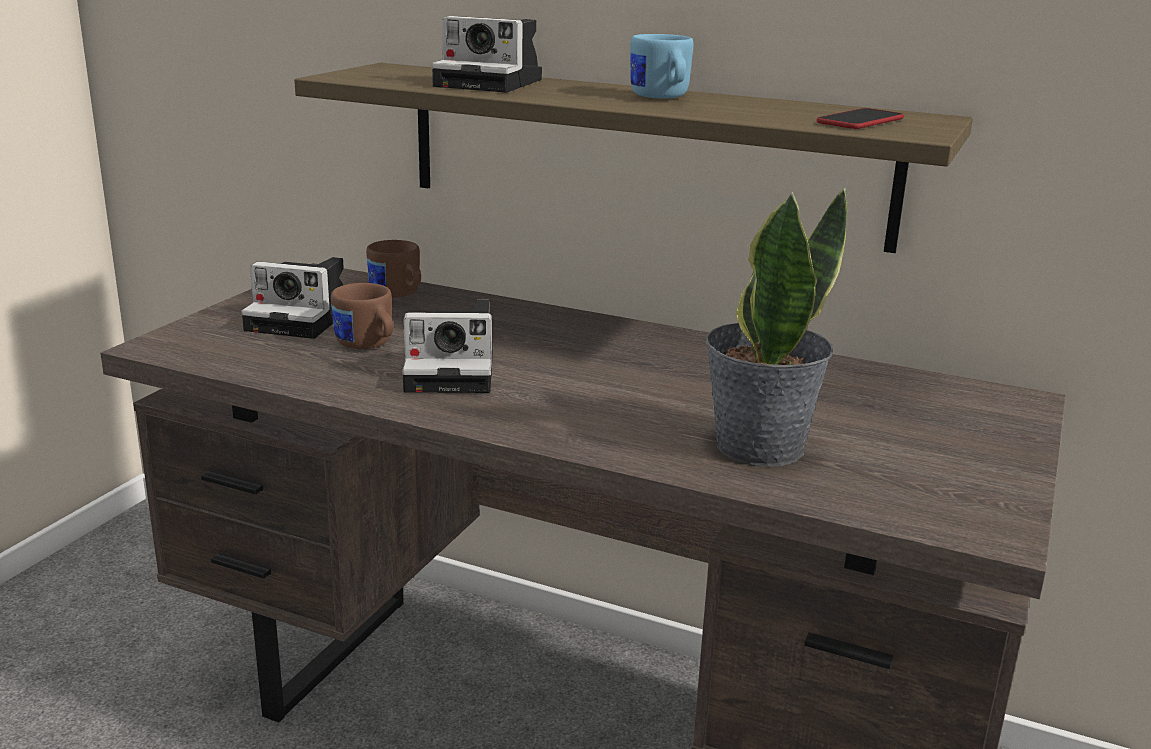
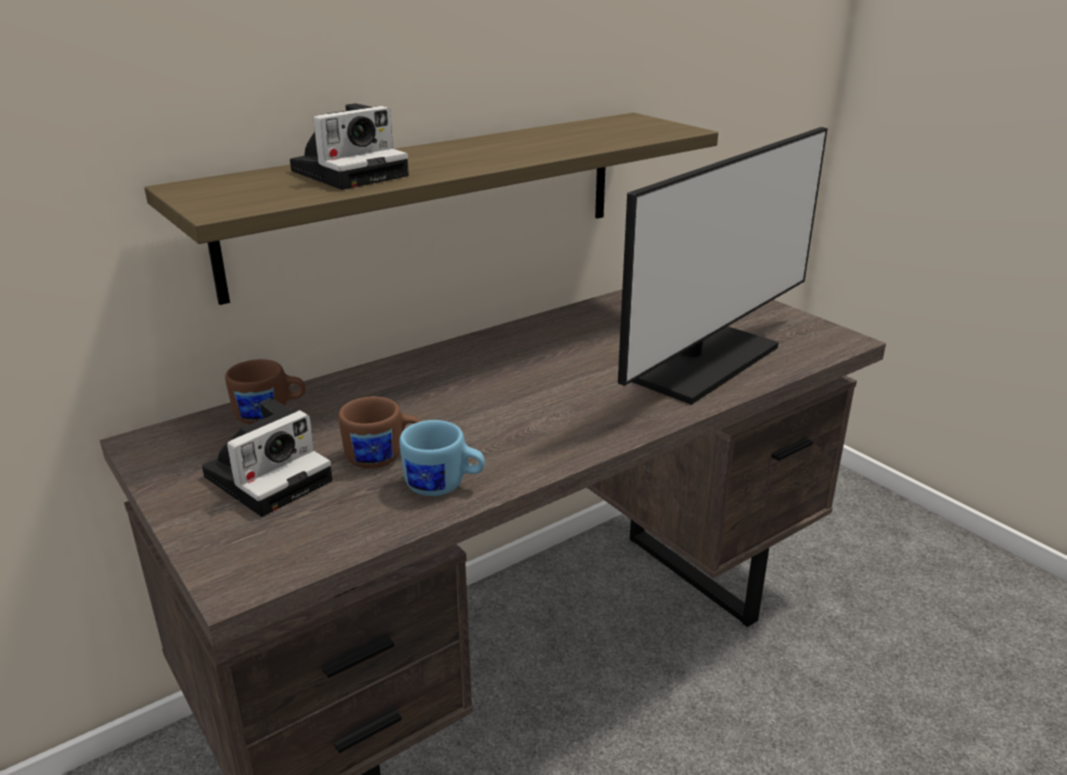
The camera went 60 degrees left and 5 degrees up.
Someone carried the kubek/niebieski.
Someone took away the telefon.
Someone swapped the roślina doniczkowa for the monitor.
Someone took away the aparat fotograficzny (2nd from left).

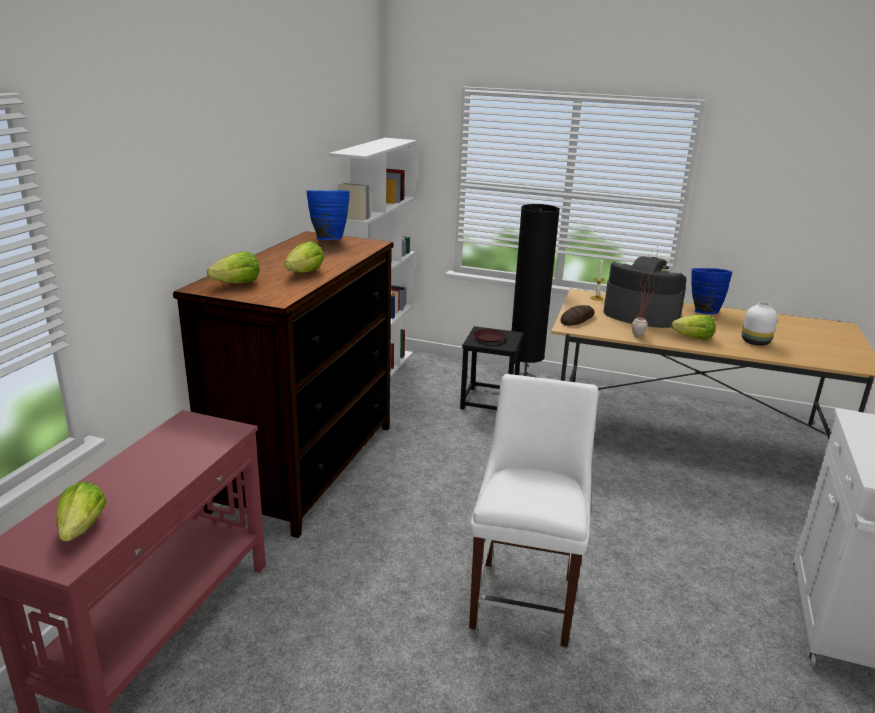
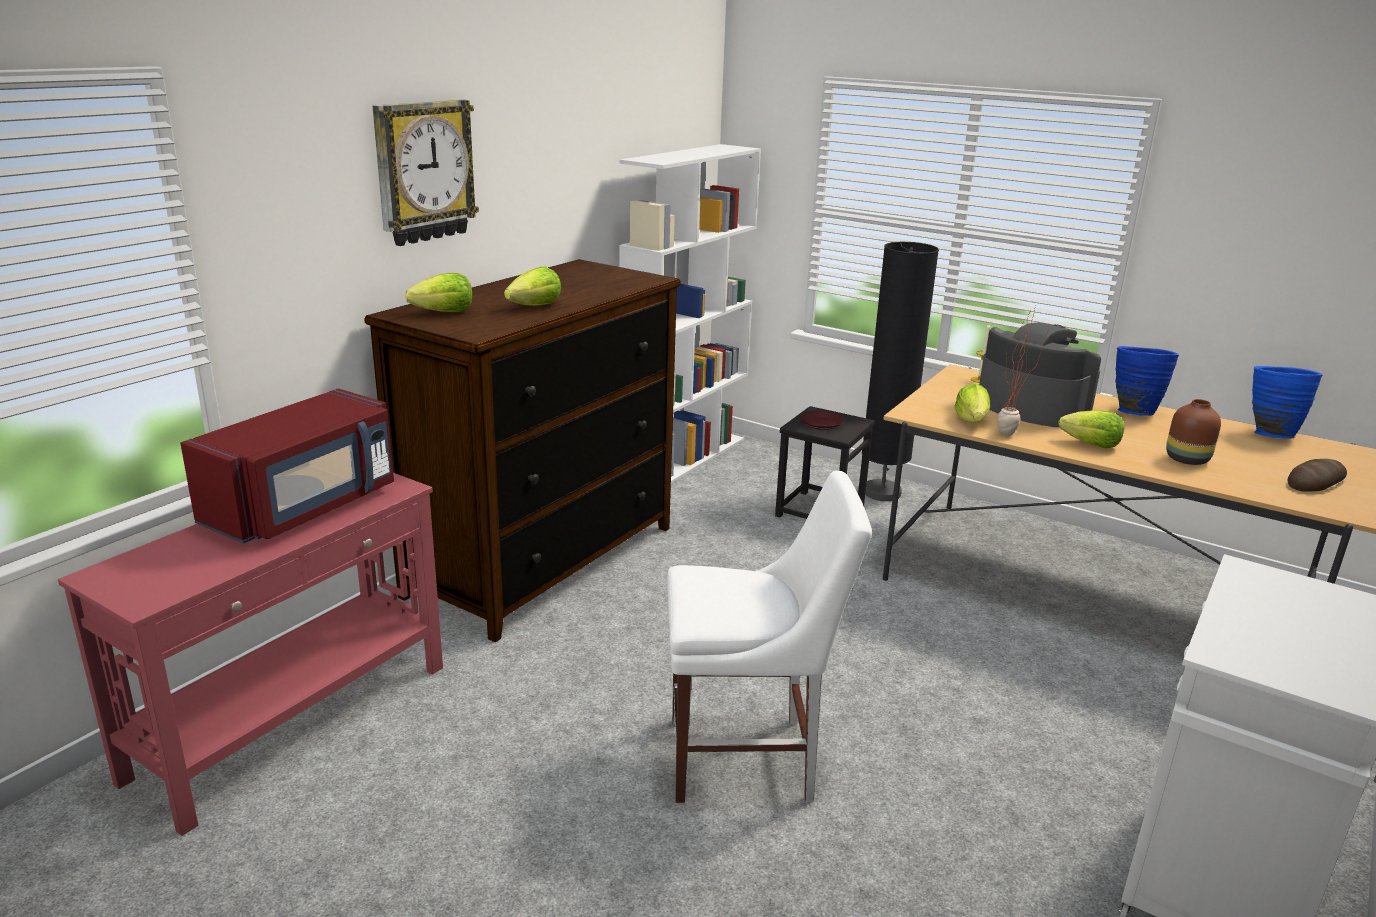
The camera went 15 degrees right and 0 degrees up.
Someone carried the wazon/niebieski (1st from left in the first image).
Someone repainted the wazon/biały, which became the wazon/brązowy.
Someone carried the chleb.
Someone rotated the krzesło/biały by 60 degrees clockwise.
Someone carried the sałata (1st from left in the first image).
Someone put up the zegar ścienny.
Someone put down the mikrofalówka/czerwony.

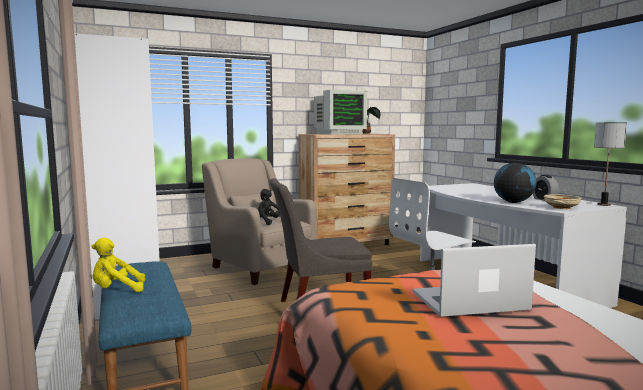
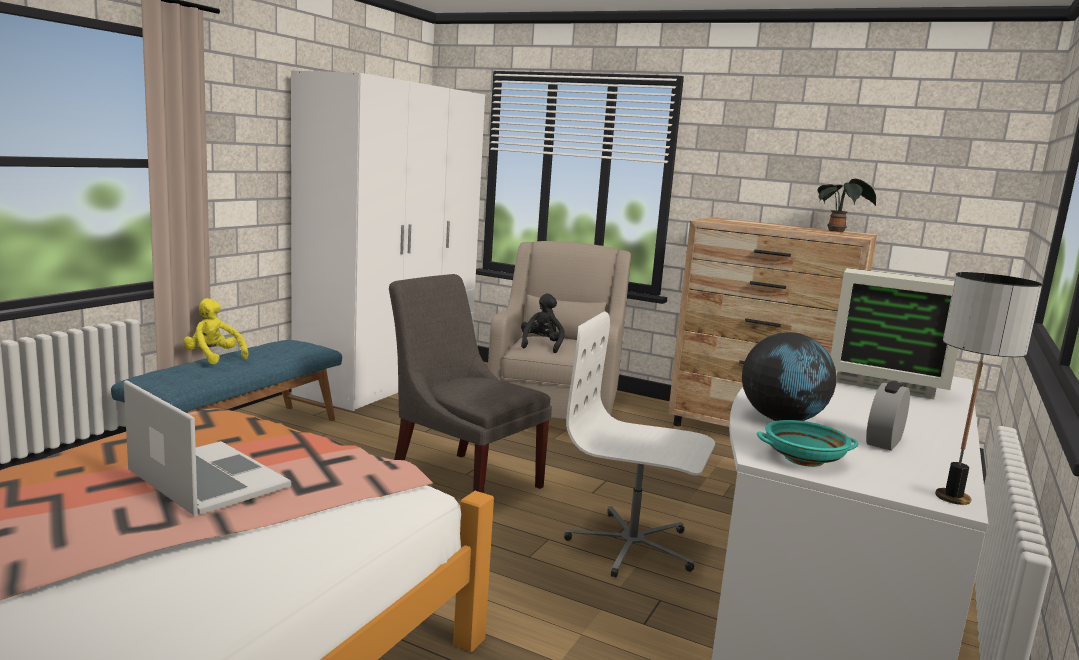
The camera went 50 degrees right and 5 degrees up.
Someone carried the monitor.
Someone repainted the miska/beżowy, which became the miska/turkusowy.

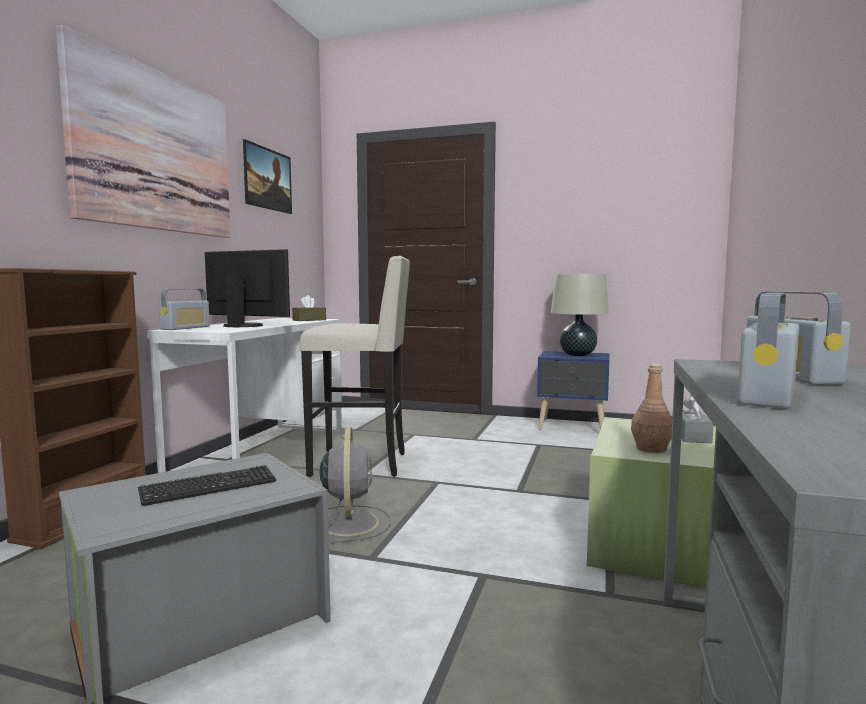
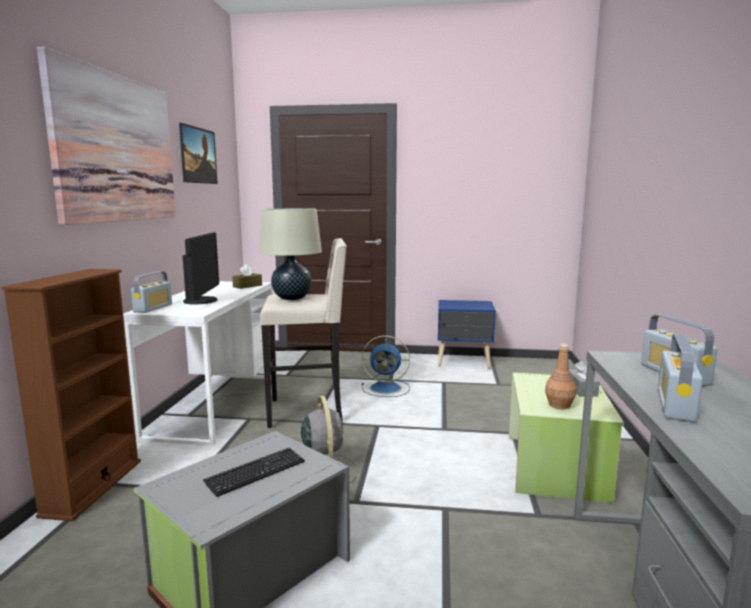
The camera went 10 degrees left and 5 degrees up.
Someone rotated the monitor by 75 degrees clockwise.
Someone carried the lampa stołowa/beżowy.
Someone put down the wentylator/niebieski.

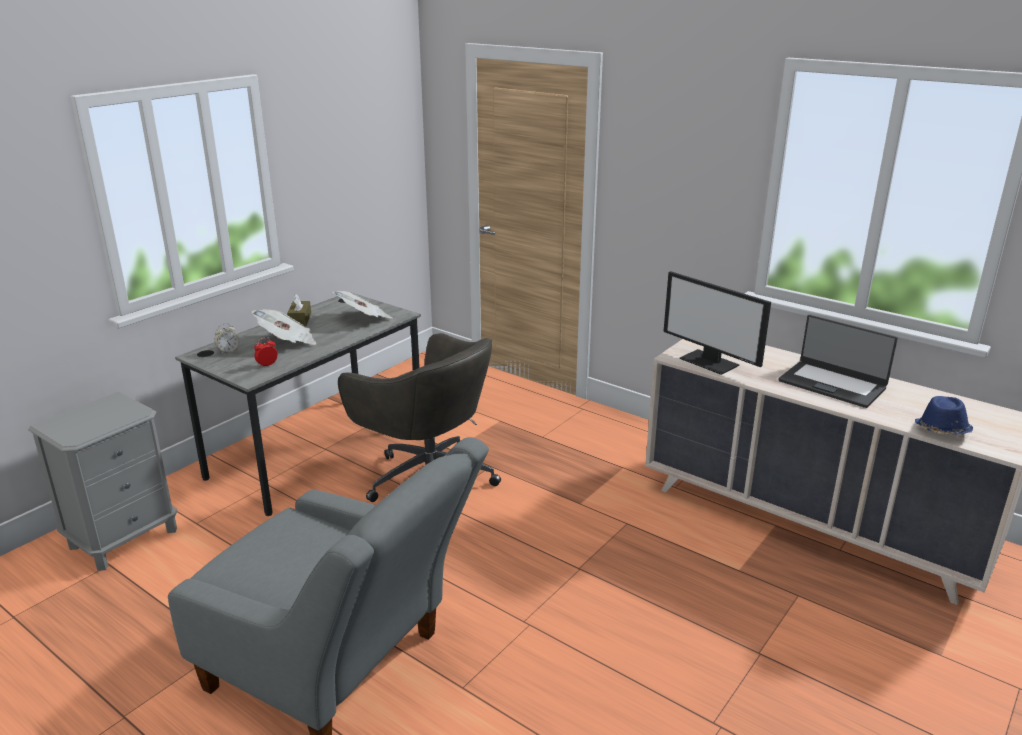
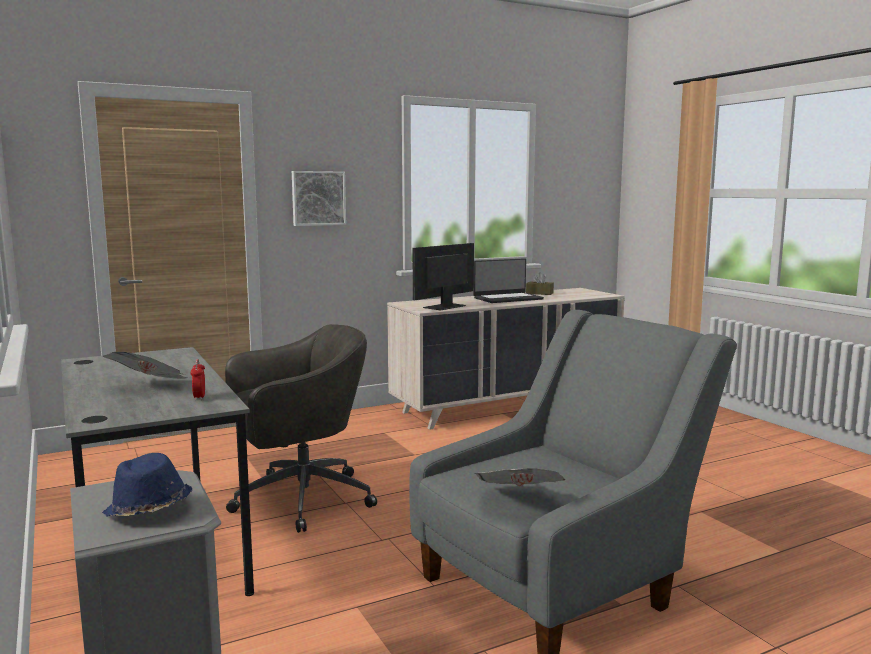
The camera went 65 degrees left and 15 degrees down.
Someone rotated the monitor by 150 degrees clockwise.
Someone carried the gazeta (2nd from left).
Someone carried the pudełko chusteczek/brązowy.
Someone took away the budzik (1st from left).
Someone carried the kapelusz/niebieski.
Someone put up the obraz.

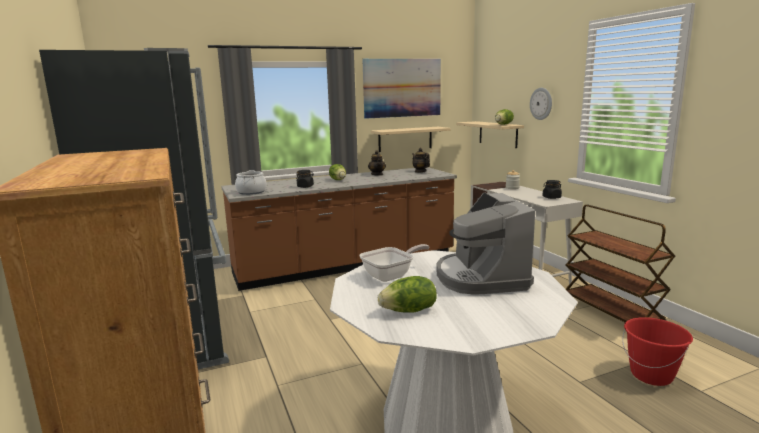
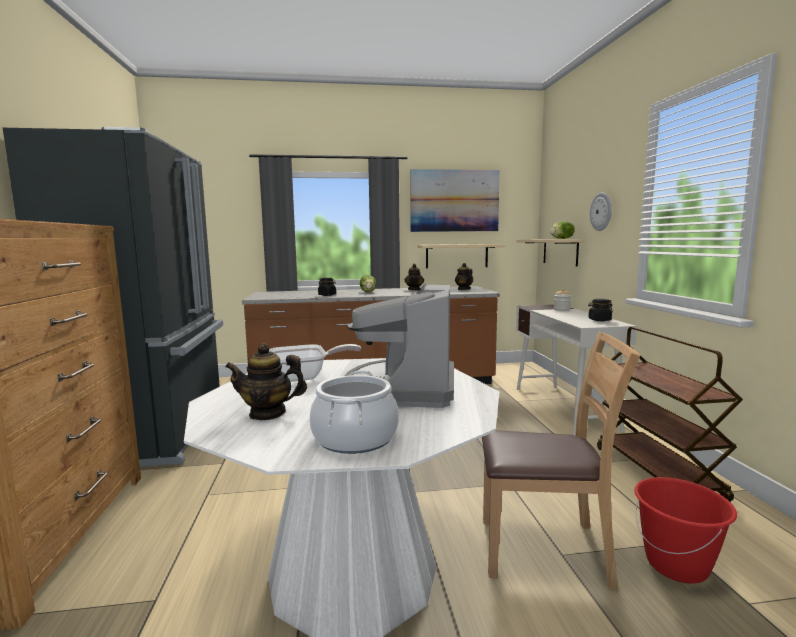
The camera went 15 degrees right and 5 degrees down.
Someone carried the garnek.
Someone swapped the sałata (2nd from left) for the imbryk (1st from left).
Someone put down the krzesło/brązowy.

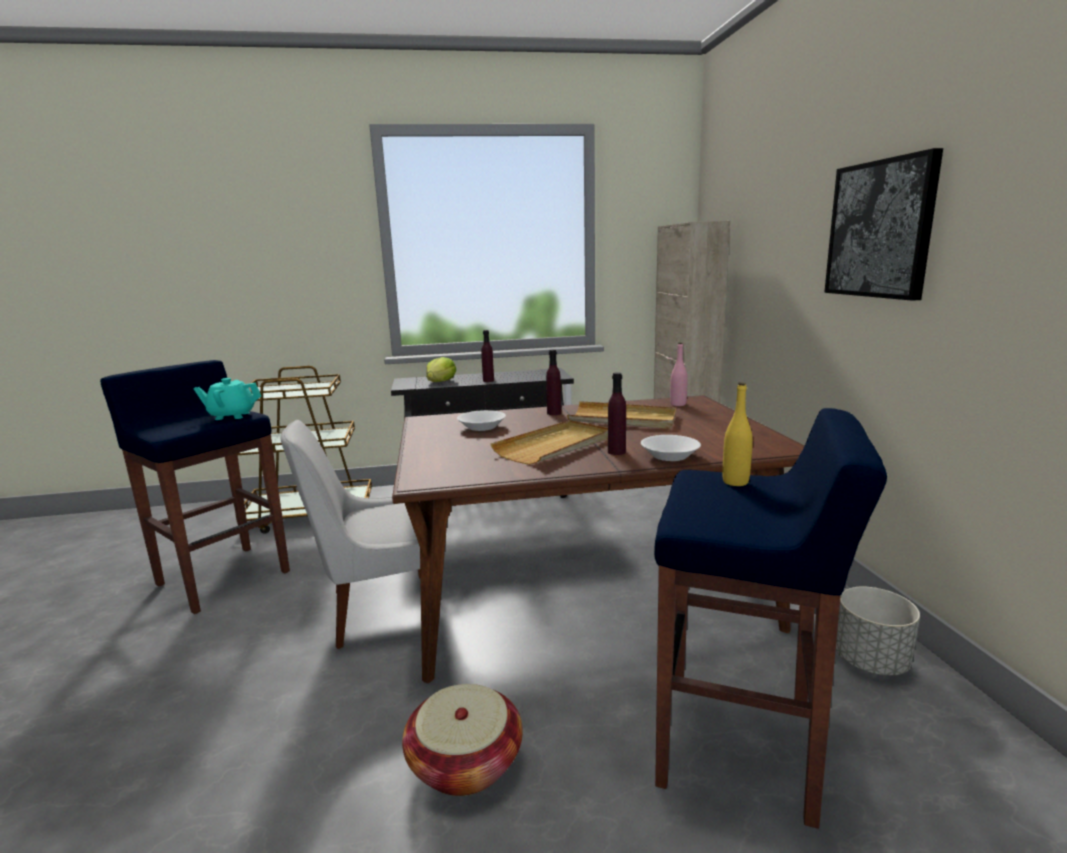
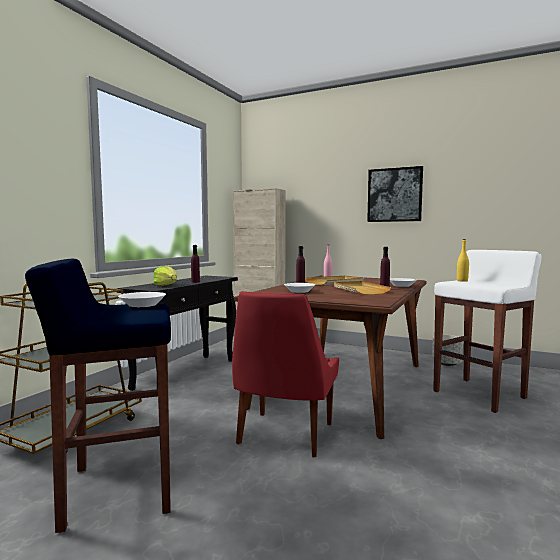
The camera went 55 degrees left and 10 degrees down.
Someone swapped the imbryk/turkusowy for the miska/biały (1st from left).
Someone repainted the stołek/niebieski (2nd from left), which became the stołek/biały.
Someone repainted the krzesło/biały, which became the krzesło/czerwony.
Someone took away the koszyk.

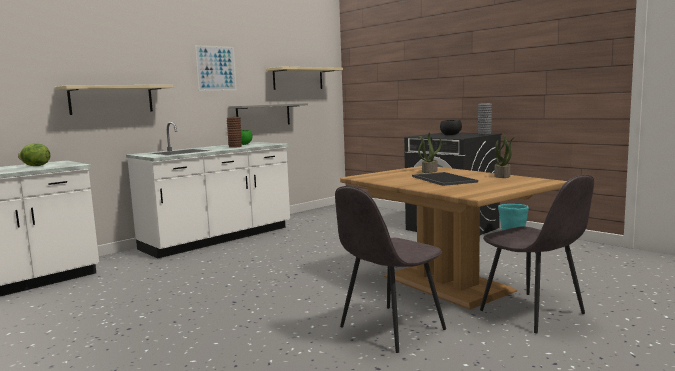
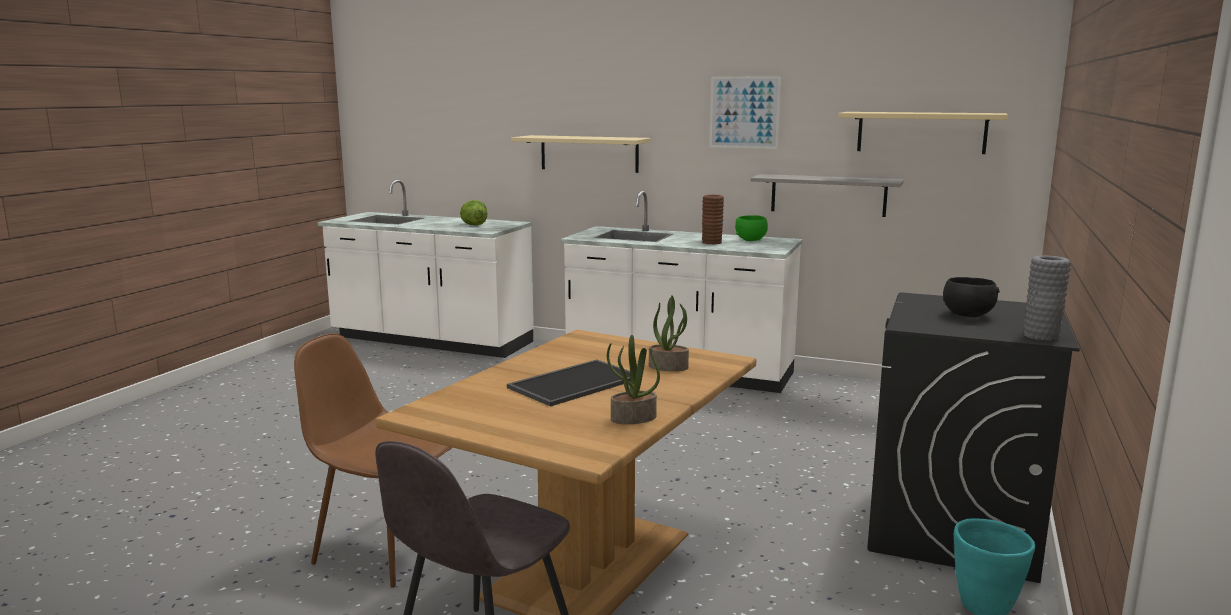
The camera went 65 degrees right and 5 degrees up.
Someone repainted the krzesło/szary (1st from left), which became the krzesło/brązowy.

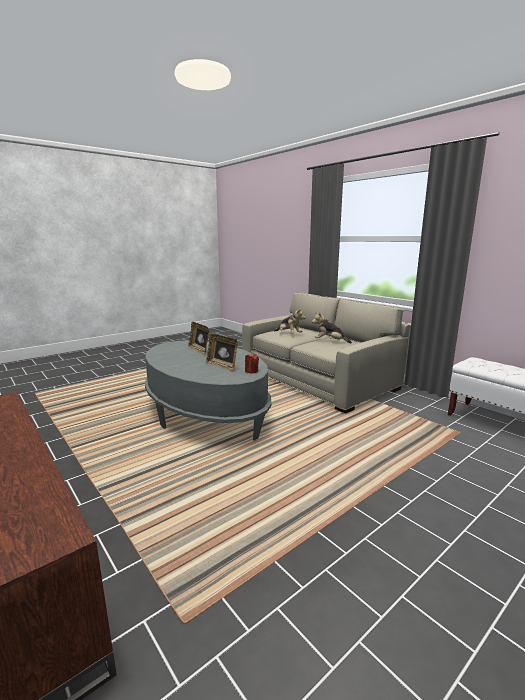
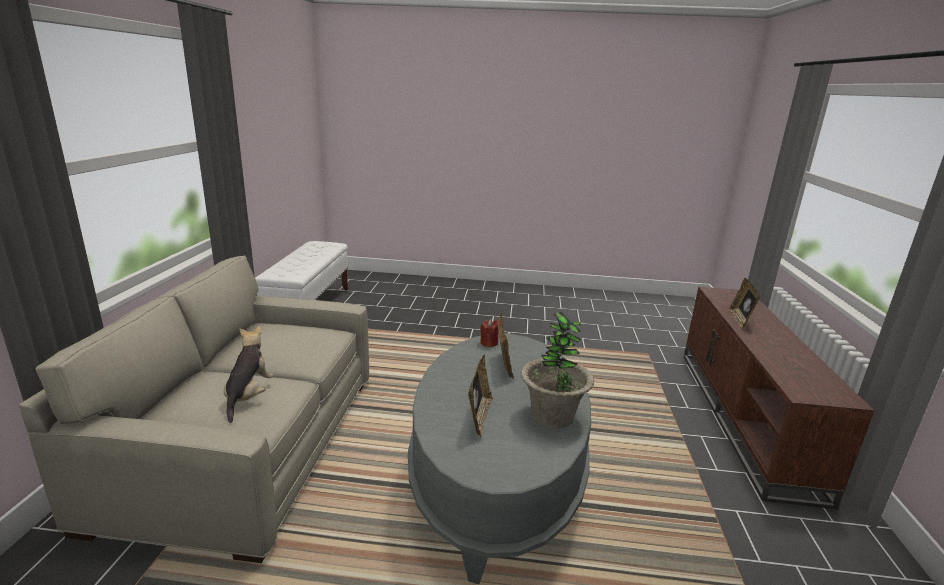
The camera went 135 degrees left and 5 degrees up.
Someone took away the pluszak (2nd from left).
Someone put down the ramka na zdjęcie (3rd from left).
Someone put down the roślina doniczkowa.

